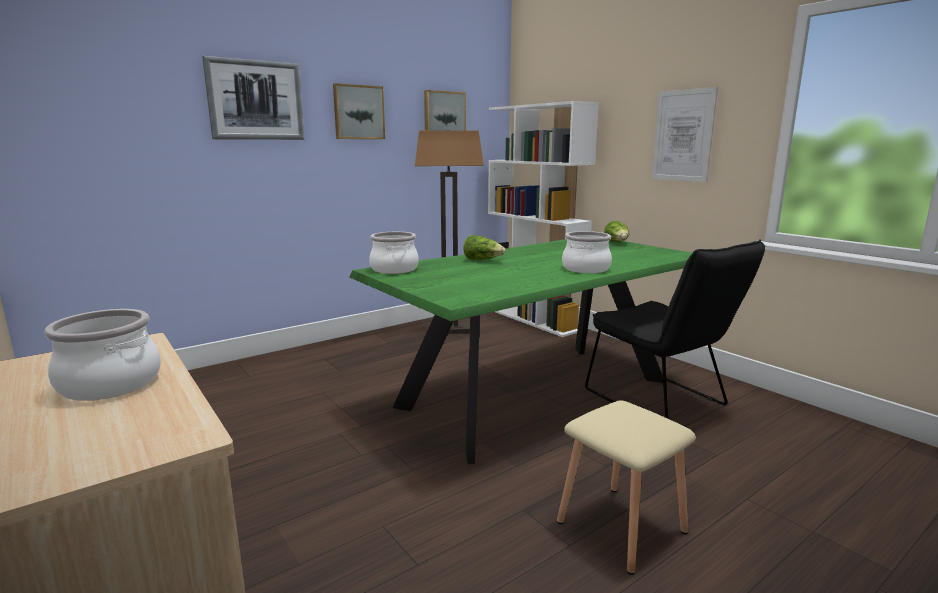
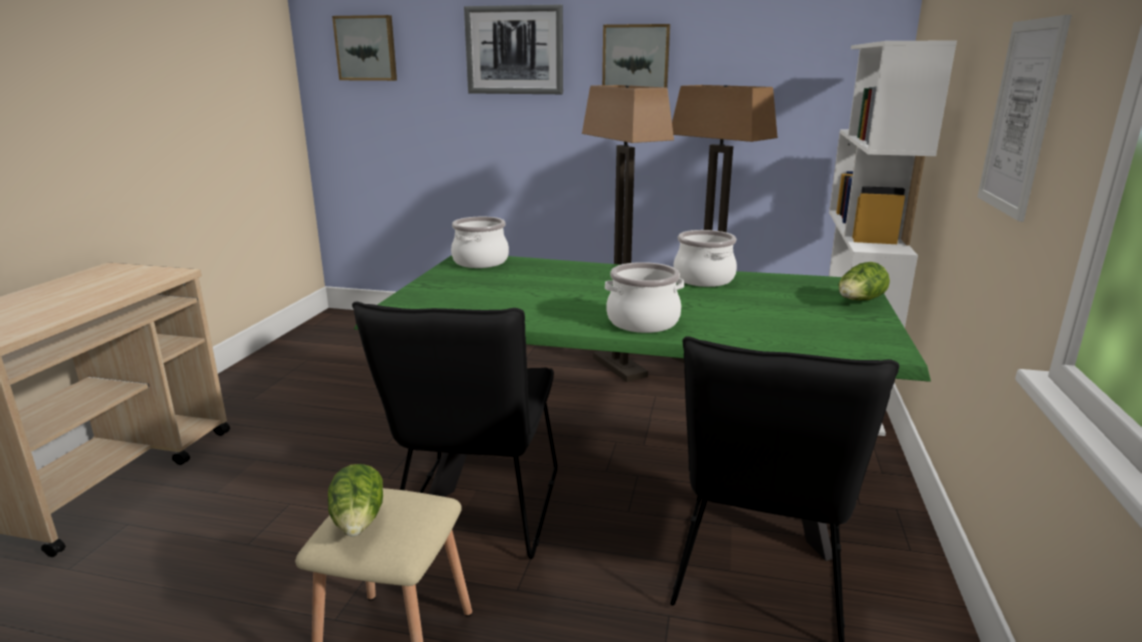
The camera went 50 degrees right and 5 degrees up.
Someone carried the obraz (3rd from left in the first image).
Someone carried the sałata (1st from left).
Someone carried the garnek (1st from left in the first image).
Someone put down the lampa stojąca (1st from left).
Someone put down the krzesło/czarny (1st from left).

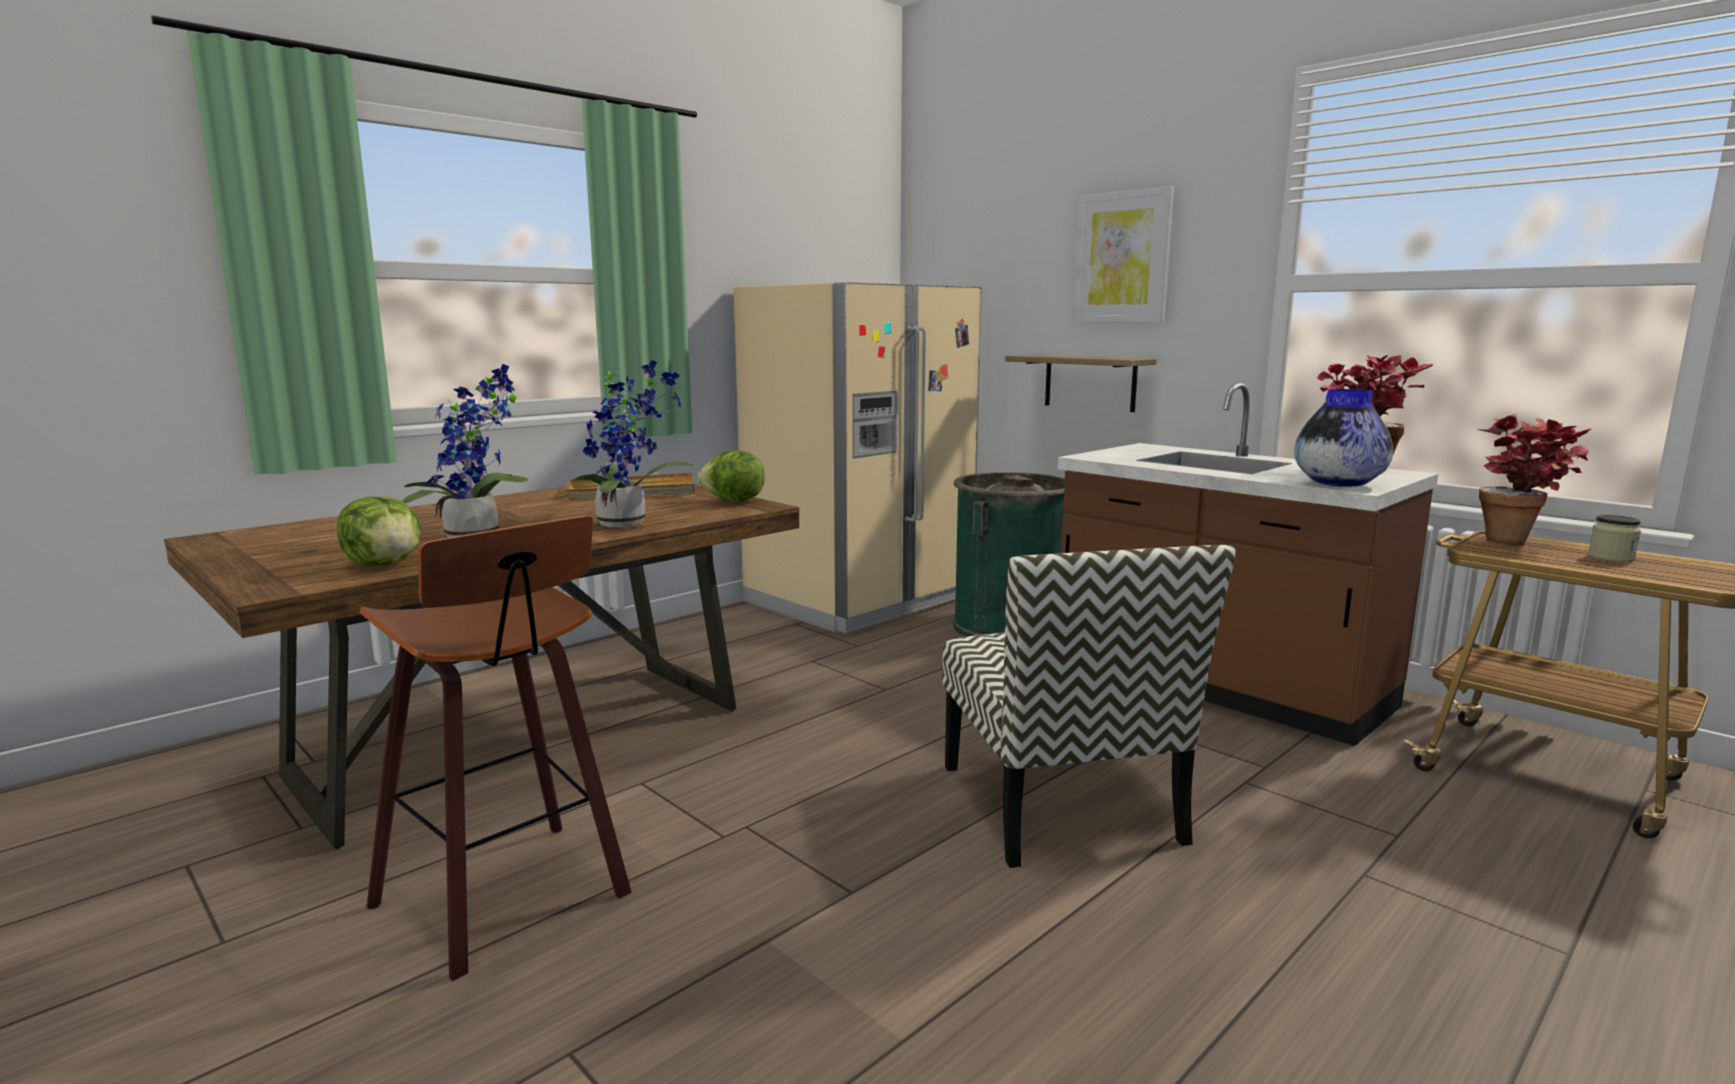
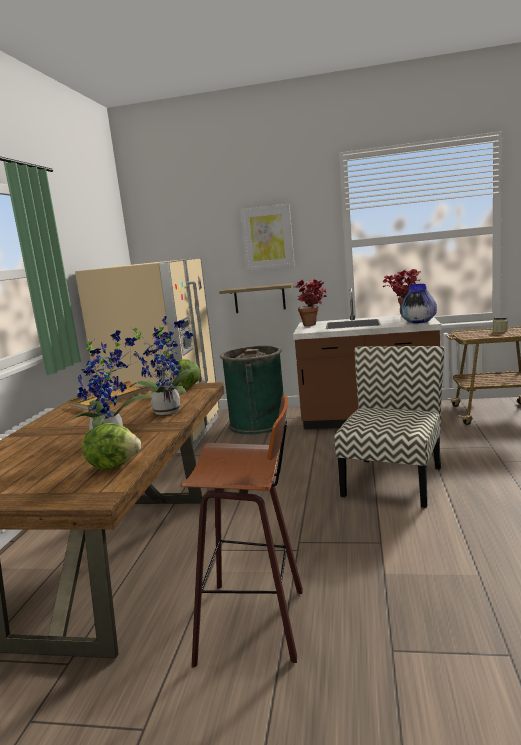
The camera went 35 degrees left and 0 degrees up.
Someone carried the roślina doniczkowa (4th from left in the first image).
Someone rotated the krzesło by 105 degrees counterclockwise.

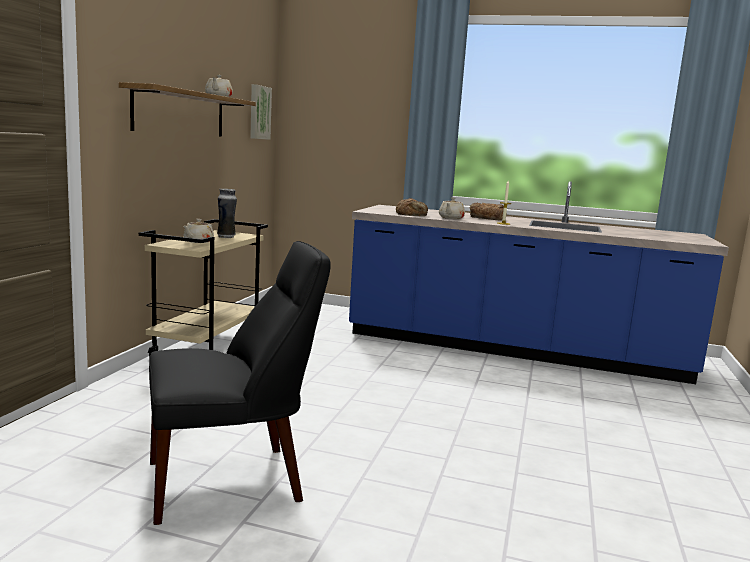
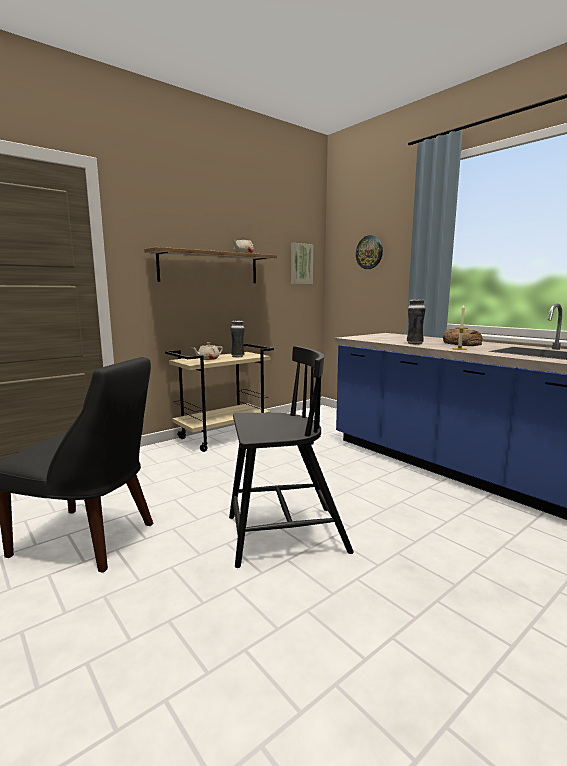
The camera went 35 degrees right and 0 degrees up.
Someone swapped the imbryk/beżowy (3rd from left) for the wazon (2nd from left).
Someone took away the chleb (1st from left).
Someone put up the zegar ścienny.
Someone put down the krzesło/czarny (2nd from left).

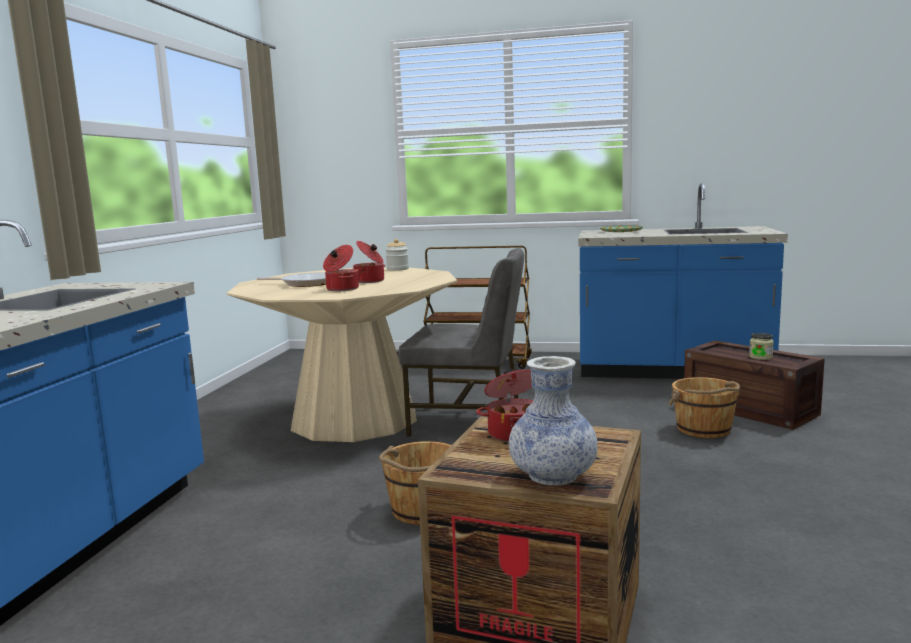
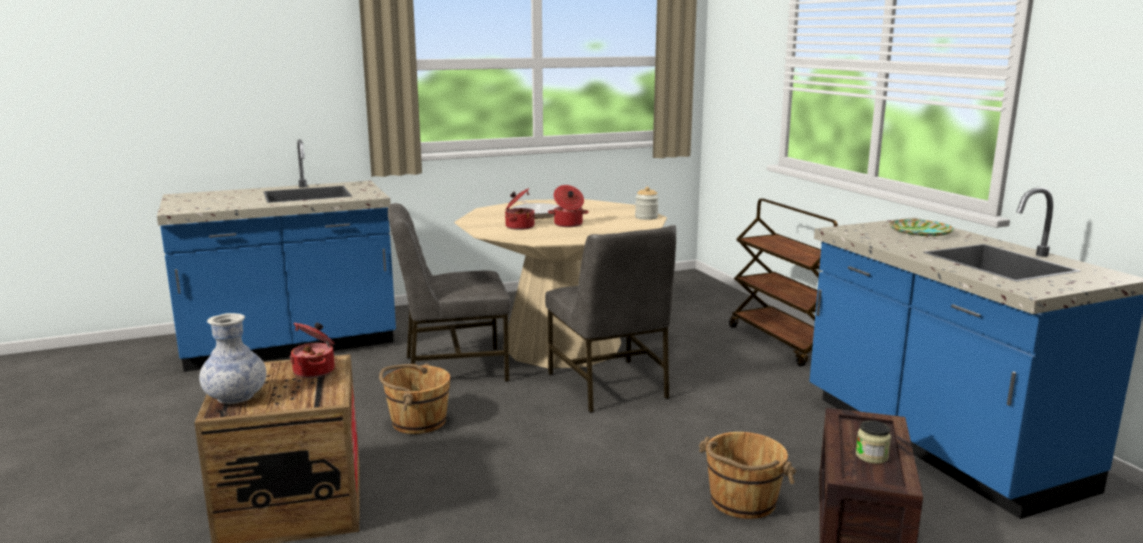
The camera went 55 degrees right and 5 degrees up.
Someone put down the krzesło/szary (1st from left).

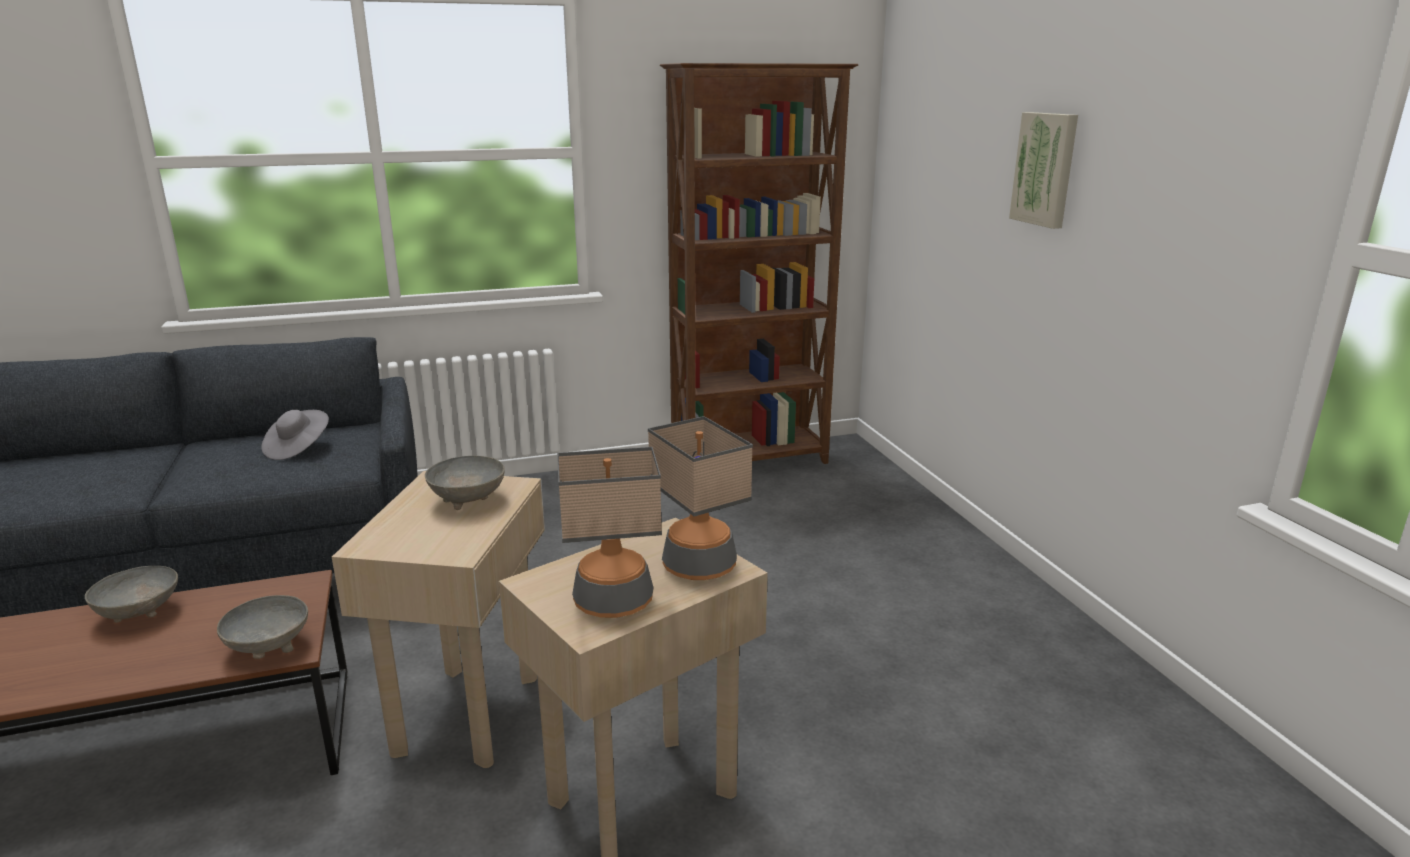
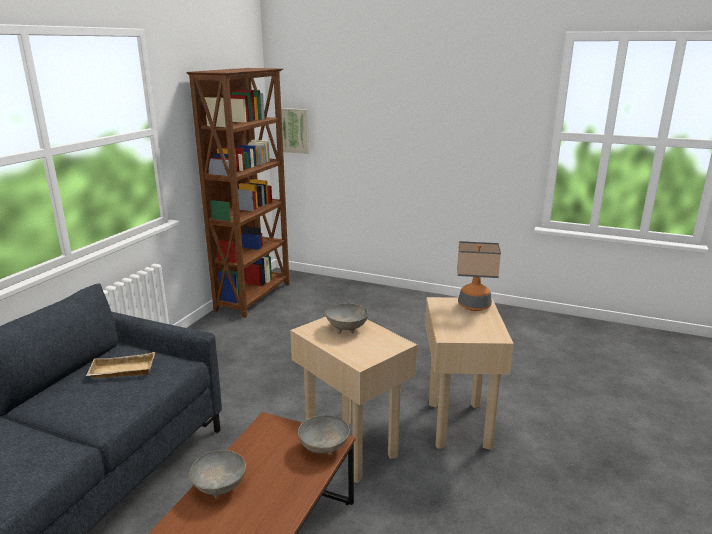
The camera went 50 degrees left and 0 degrees up.
Someone carried the obraz.
Someone swapped the kapelusz/szary for the taca/beżowy.
Someone took away the lampa stołowa (1st from left).

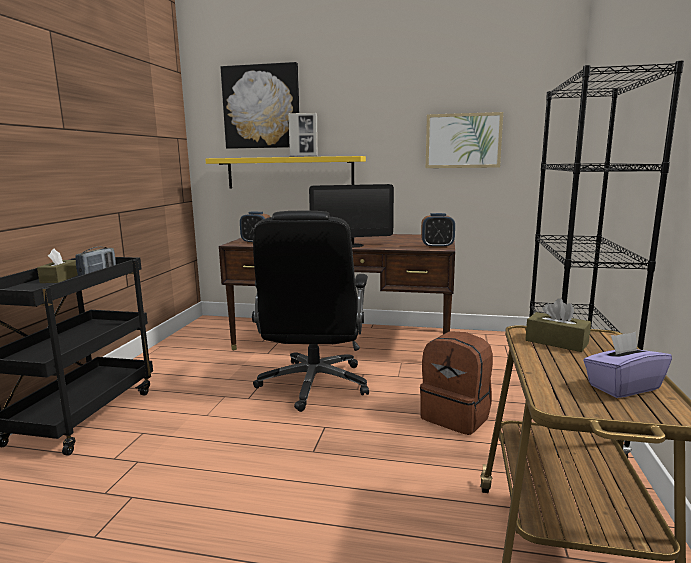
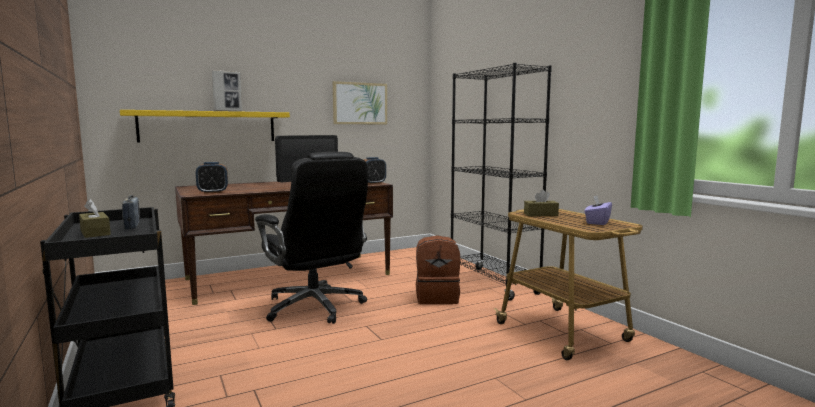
The camera went 40 degrees left and 5 degrees down.
Someone took away the obraz (1st from left).

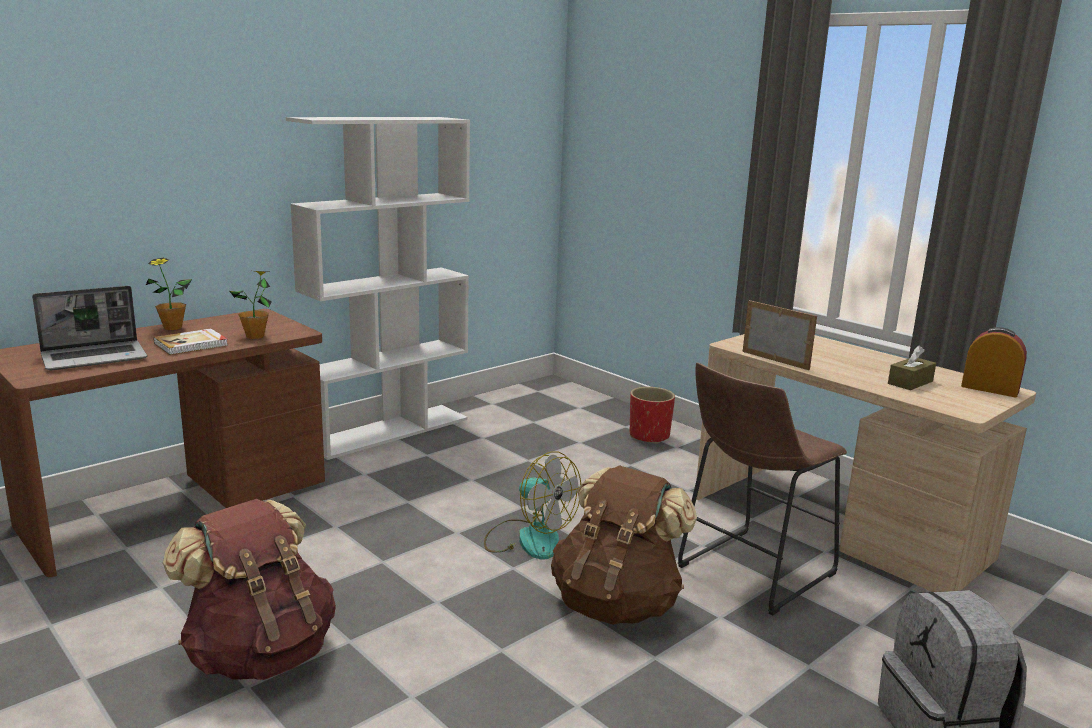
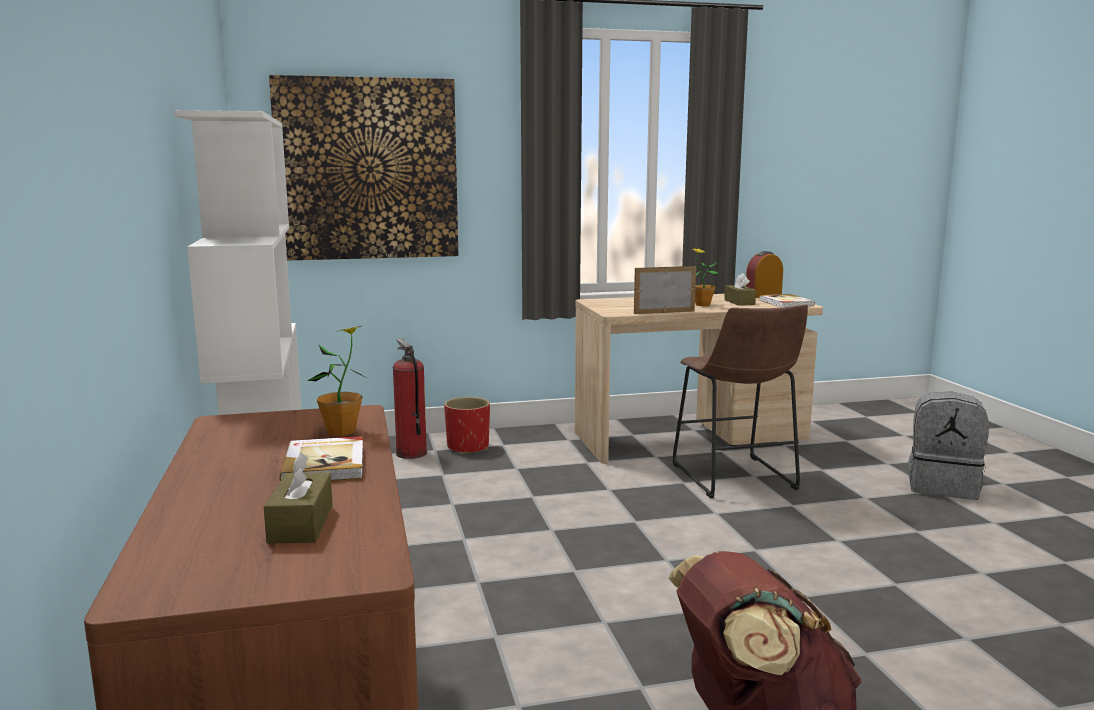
The camera went 60 degrees left and 5 degrees down.
Someone carried the roślina doniczkowa (1st from left in the first image).
Someone swapped the laptop for the pudełko chusteczek/brązowy (1st from left).
Someone took away the wentylator.
Someone took away the plecak/brązowy (2nd from left).
Someone put up the obraz.
Someone put down the książka (2nd from left).
Someone put down the gaśnica.

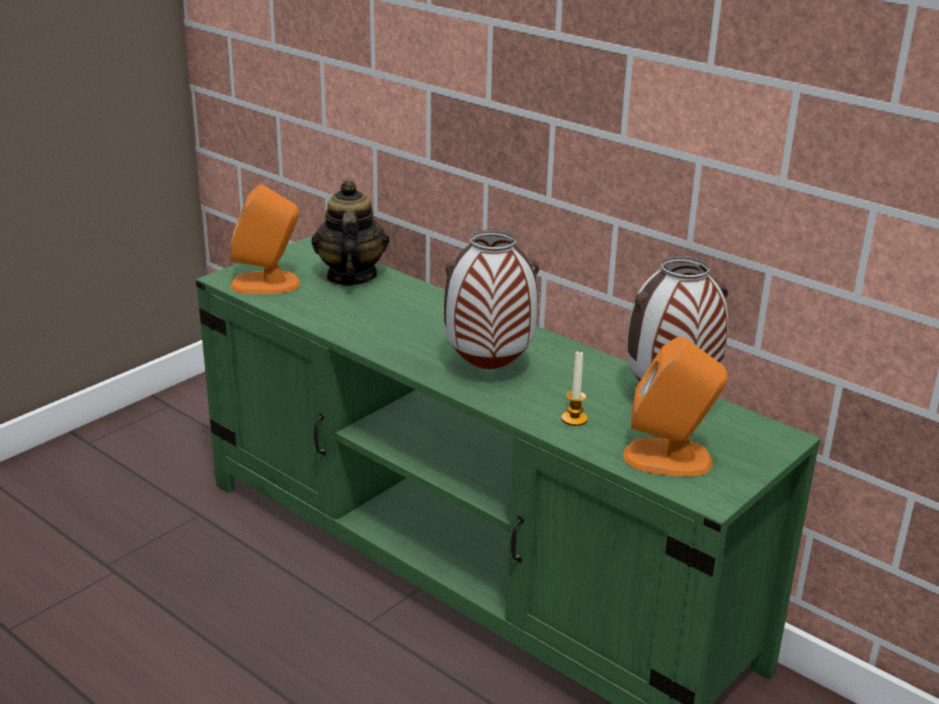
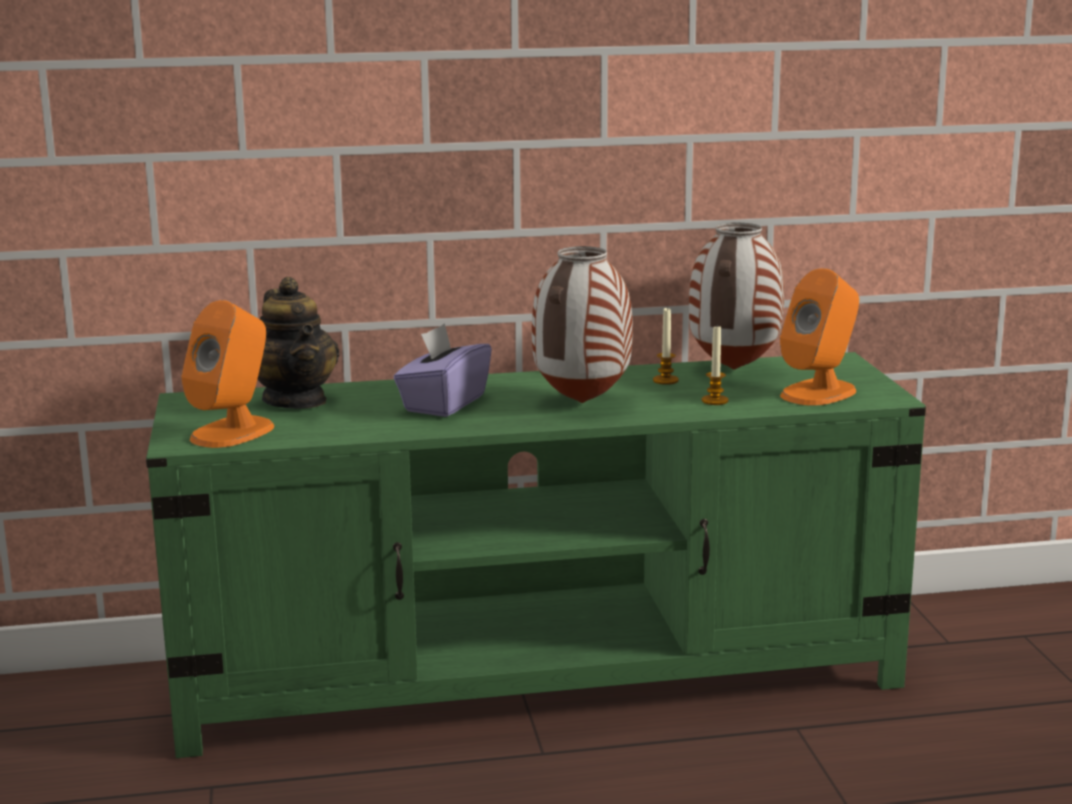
The camera went 50 degrees left and 10 degrees down.
Someone rotated the imbryk by 150 degrees counterclockwise.
Someone put down the świeca (1st from left).
Someone put down the pudełko chusteczek/fioletowy.

